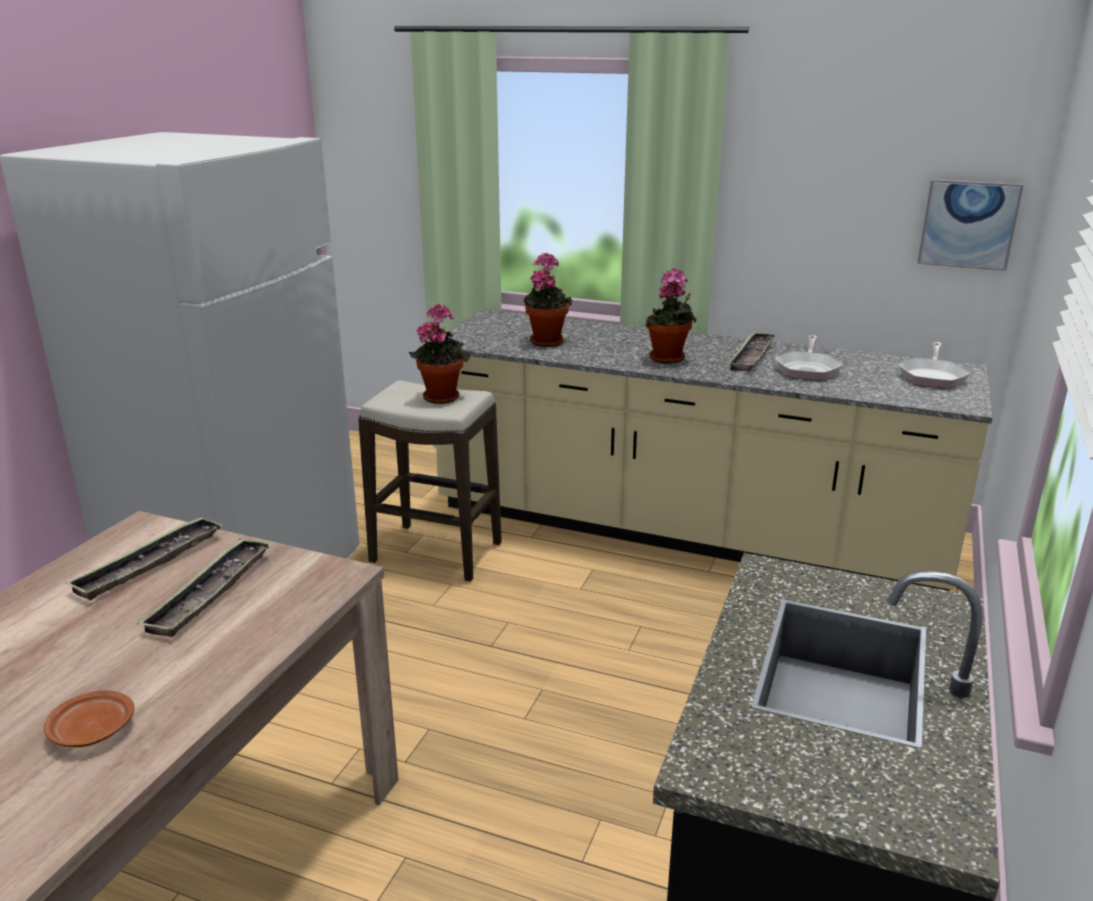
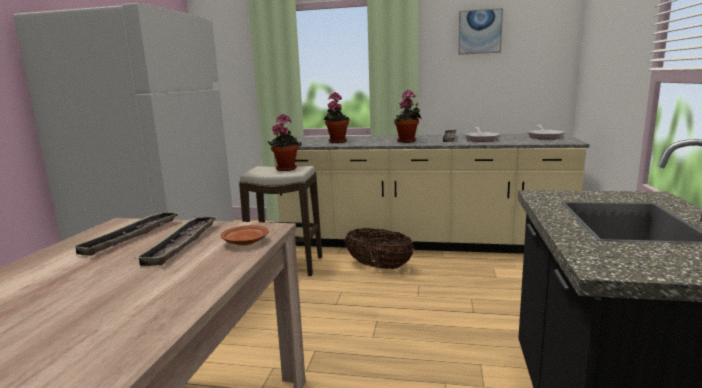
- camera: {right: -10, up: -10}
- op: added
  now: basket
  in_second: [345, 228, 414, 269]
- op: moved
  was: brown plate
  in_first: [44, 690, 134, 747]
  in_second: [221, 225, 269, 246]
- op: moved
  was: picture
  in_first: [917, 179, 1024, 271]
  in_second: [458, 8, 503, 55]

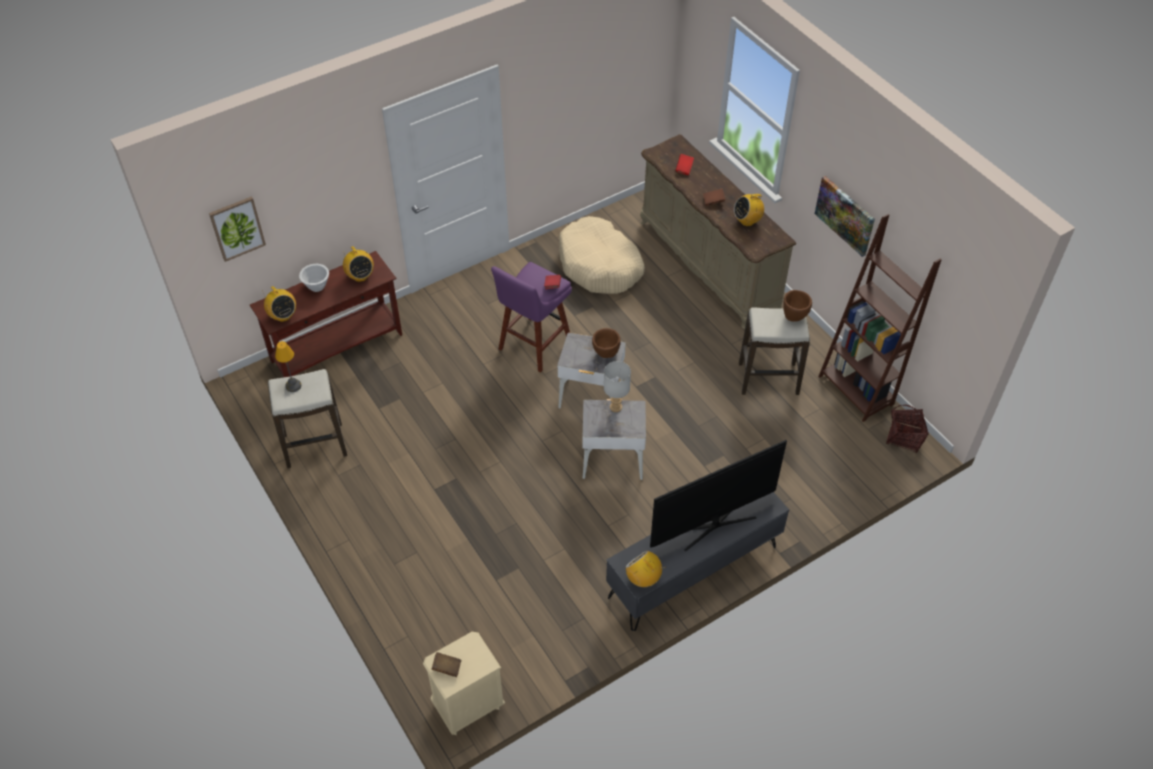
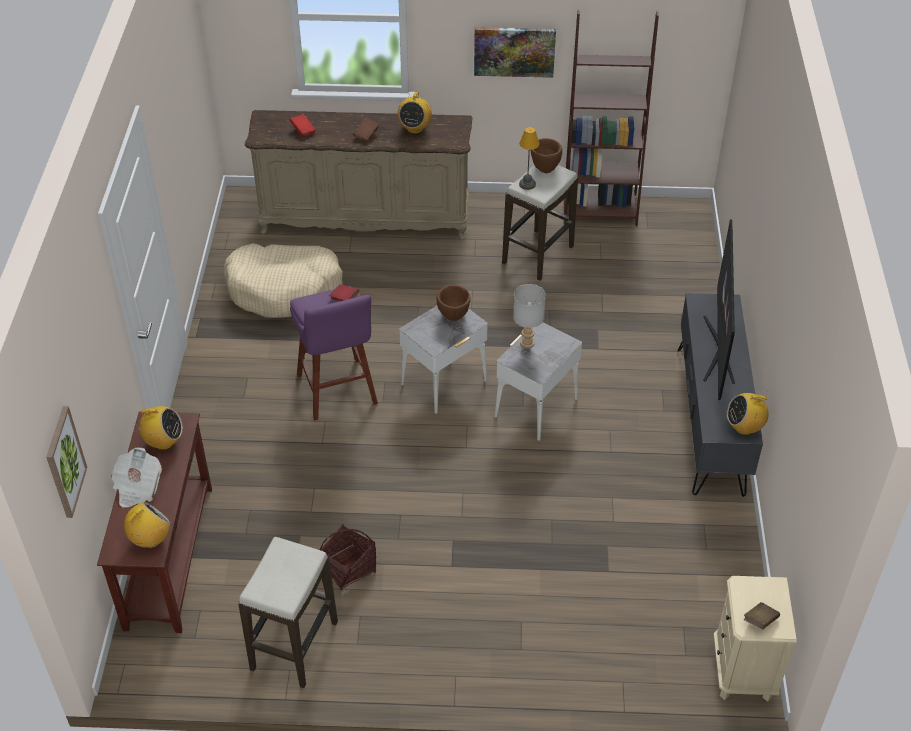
- camera: {right: -55, up: -5}
- op: moved
  was: table lamp
  in_first: [275, 341, 301, 392]
  in_second: [519, 127, 539, 190]
- op: moved
  was: basket
  in_first: [886, 405, 929, 453]
  in_second: [320, 524, 376, 590]
- op: replaced
  was: white bowl
  now: newspaper
  in_first: [299, 264, 329, 292]
  in_second: [111, 448, 162, 508]
- op: turned
  was: radio
  in_first: [262, 286, 296, 322]
  in_second: [124, 502, 171, 548]
  clockwise: -45

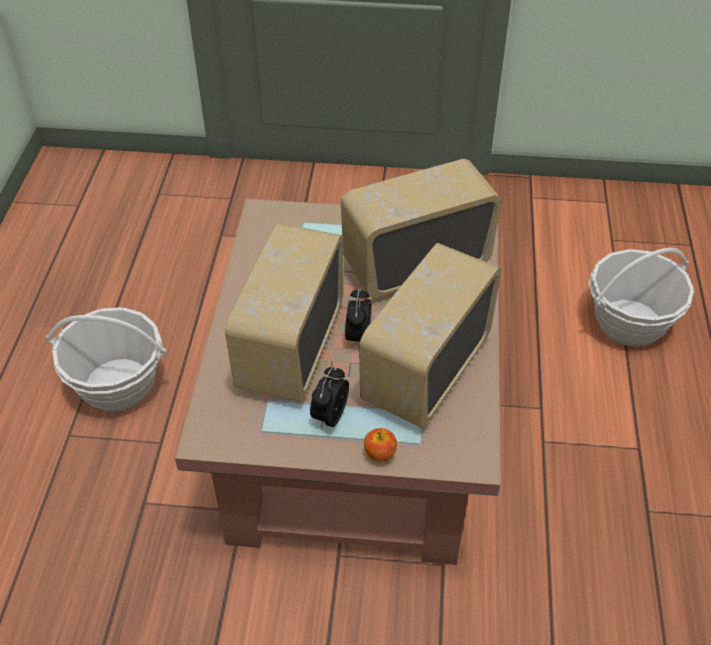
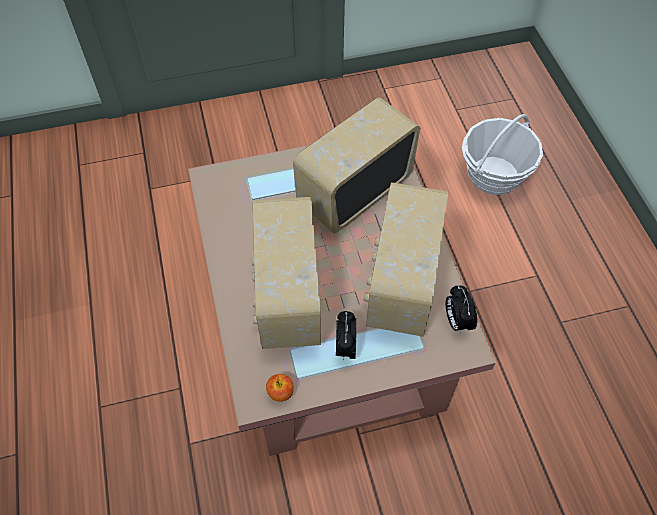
- camera: {right: -20, up: 10}
- op: removed
  was: basket
  in_first: [46, 307, 167, 411]
- op: moved
  was: alarm clock
  in_first: [345, 288, 371, 349]
  in_second: [445, 285, 477, 334]
- op: moved
  was: apple
  in_first: [364, 428, 397, 462]
  in_second: [266, 374, 294, 402]

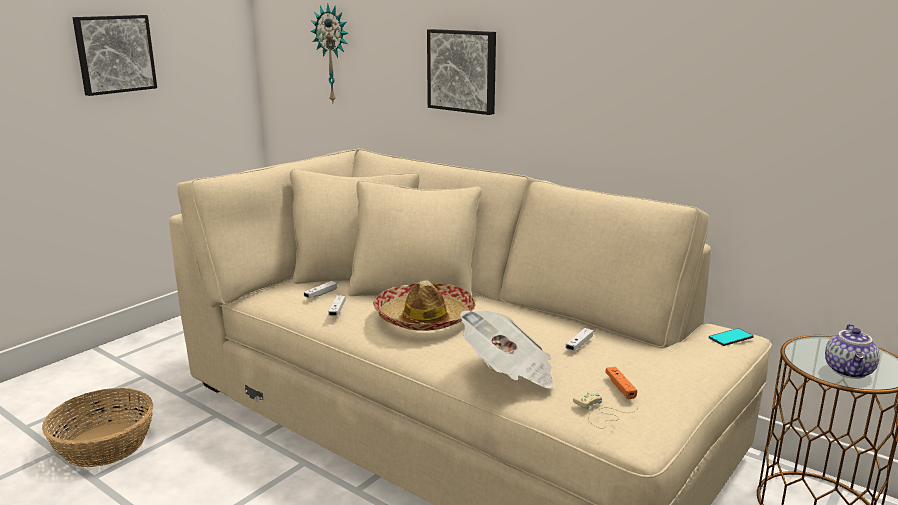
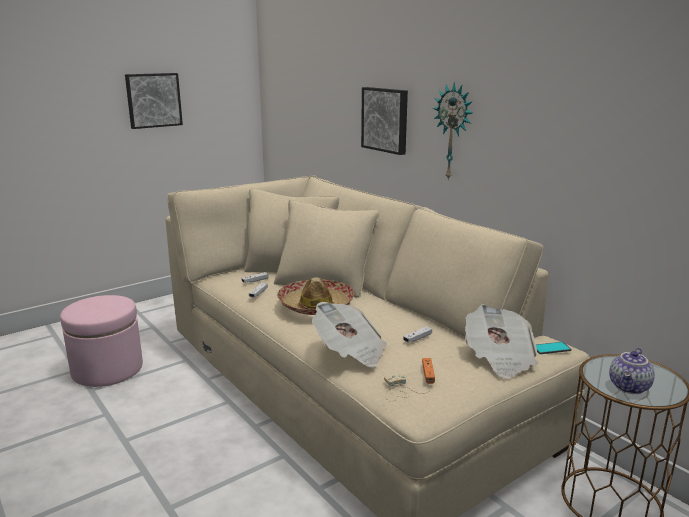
- camera: {right: 15, up: 0}
- op: added
  now: newspaper
  in_second: [465, 304, 538, 379]
- op: moved
  was: wall clock
  in_first: [311, 4, 348, 102]
  in_second: [433, 82, 473, 181]
- op: replaced
  was: basket
  now: pink ottoman
  in_first: [42, 388, 153, 467]
  in_second: [60, 295, 143, 387]

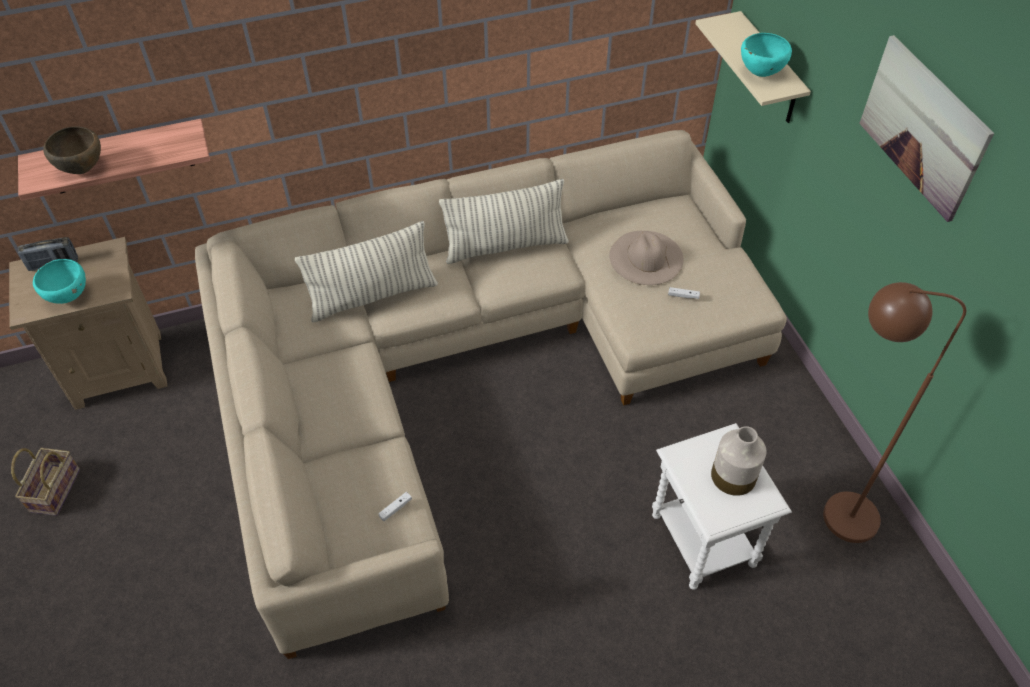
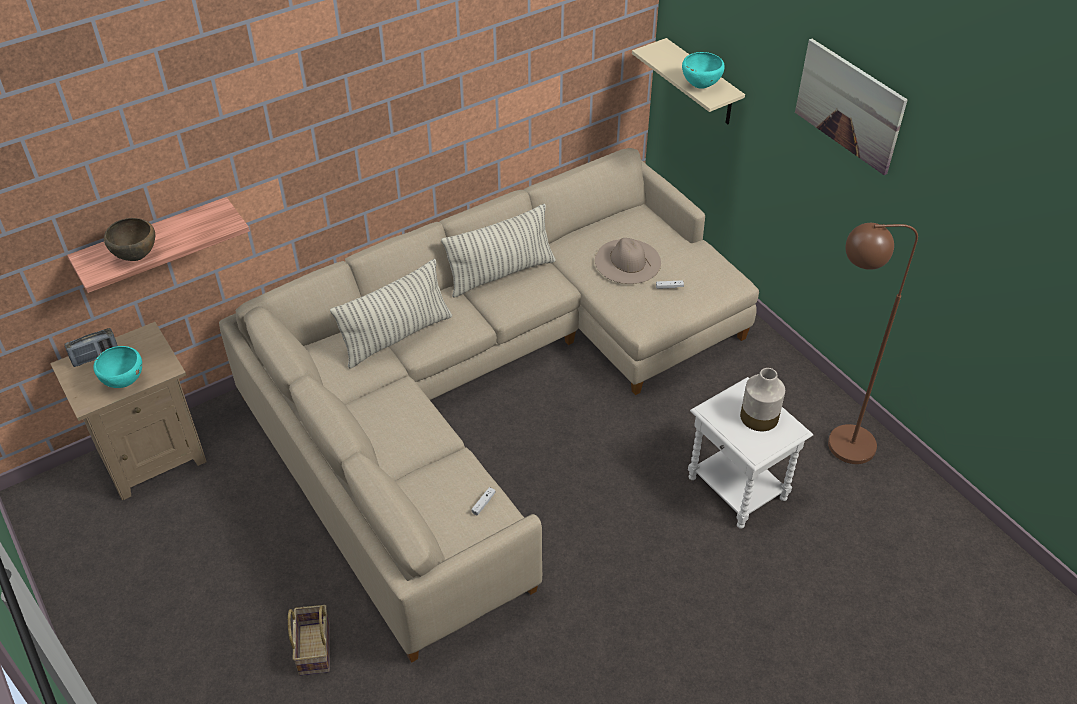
- camera: {right: -15, up: -5}
- op: moved
  was: basket
  in_first: [11, 448, 80, 516]
  in_second: [288, 605, 330, 676]

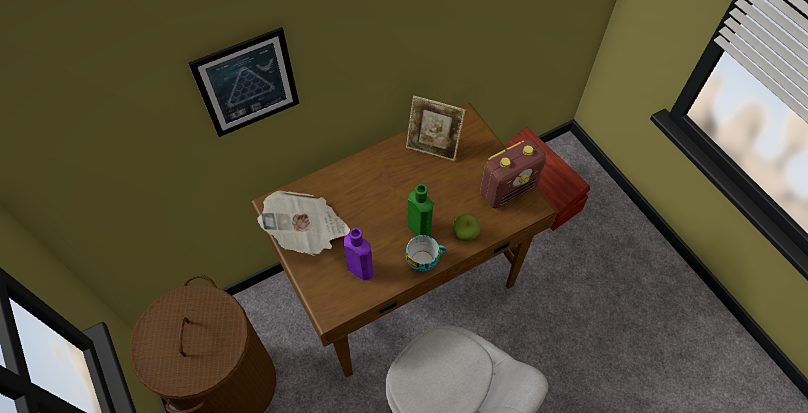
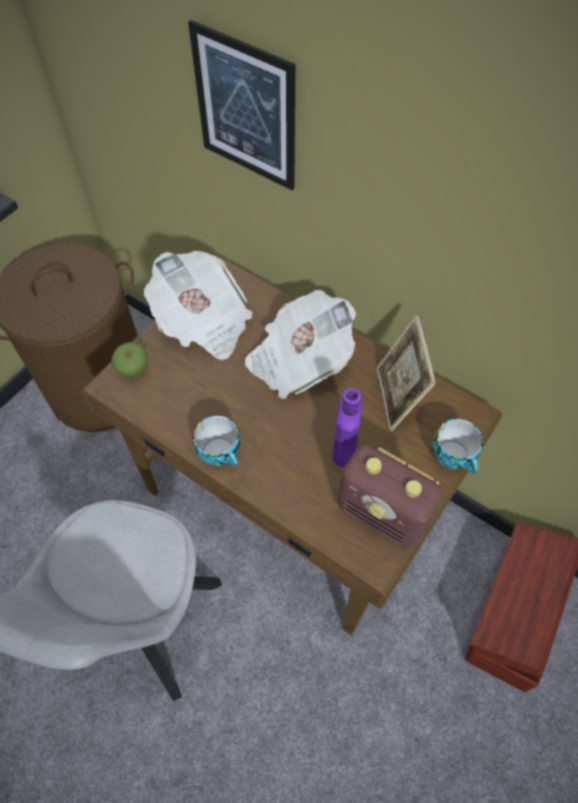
- camera: {right: 65, up: 0}
- op: removed
  was: green bottle
  in_first: [408, 184, 433, 236]
- op: added
  now: newspaper
  in_second: [245, 290, 356, 399]
- op: added
  now: cup
  in_second: [433, 419, 483, 474]
- op: moved
  was: purple bottle
  in_first: [343, 228, 373, 280]
  in_second: [333, 388, 363, 467]
- op: moved
  was: apple
  in_first: [453, 214, 481, 241]
  in_second: [112, 342, 148, 378]

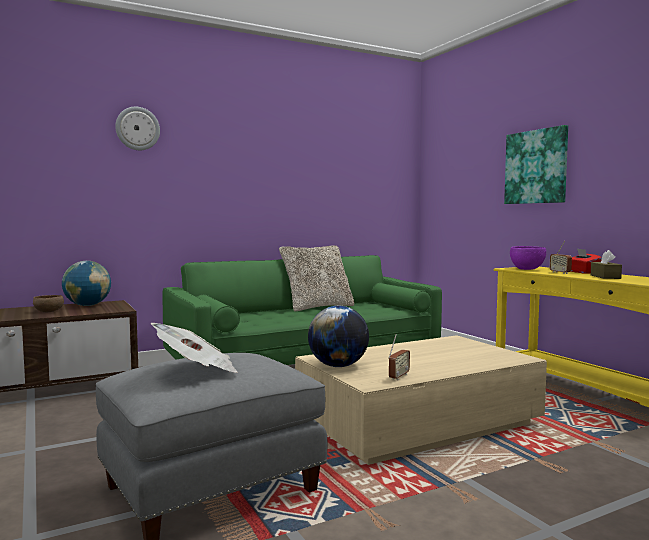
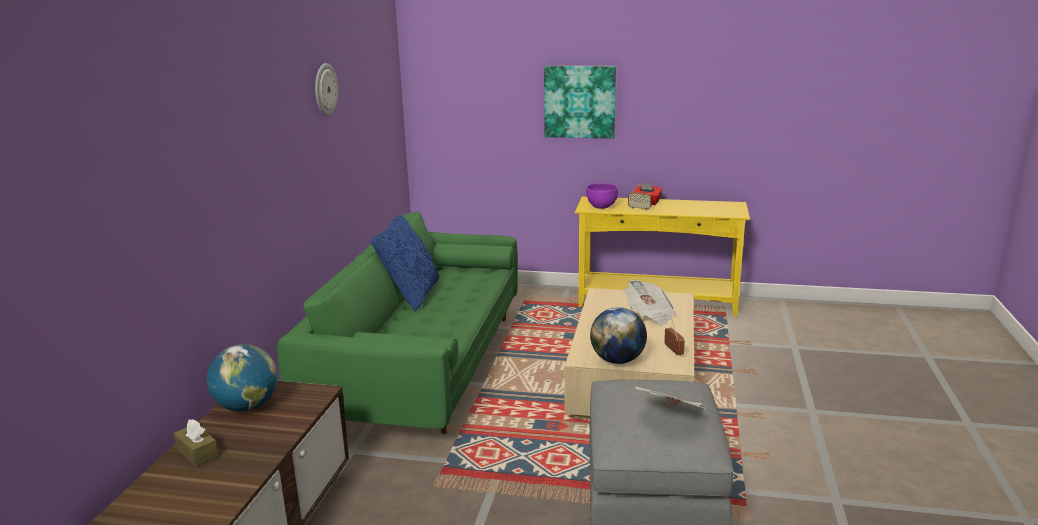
- camera: {right: -50, up: 15}
- op: removed
  was: brown bowl
  in_first: [33, 295, 64, 312]
- op: added
  now: newspaper
  in_second: [624, 280, 676, 326]
- op: moved
  was: wall clock
  in_first: [115, 107, 160, 150]
  in_second: [315, 63, 338, 116]
- op: moved
  was: brown tissue box
  in_first: [591, 250, 622, 279]
  in_second: [173, 419, 219, 467]
- op: recoloured
  was: beige pillow
  now: blue pillow
  in_first: [279, 245, 354, 312]
  in_second: [370, 215, 439, 311]

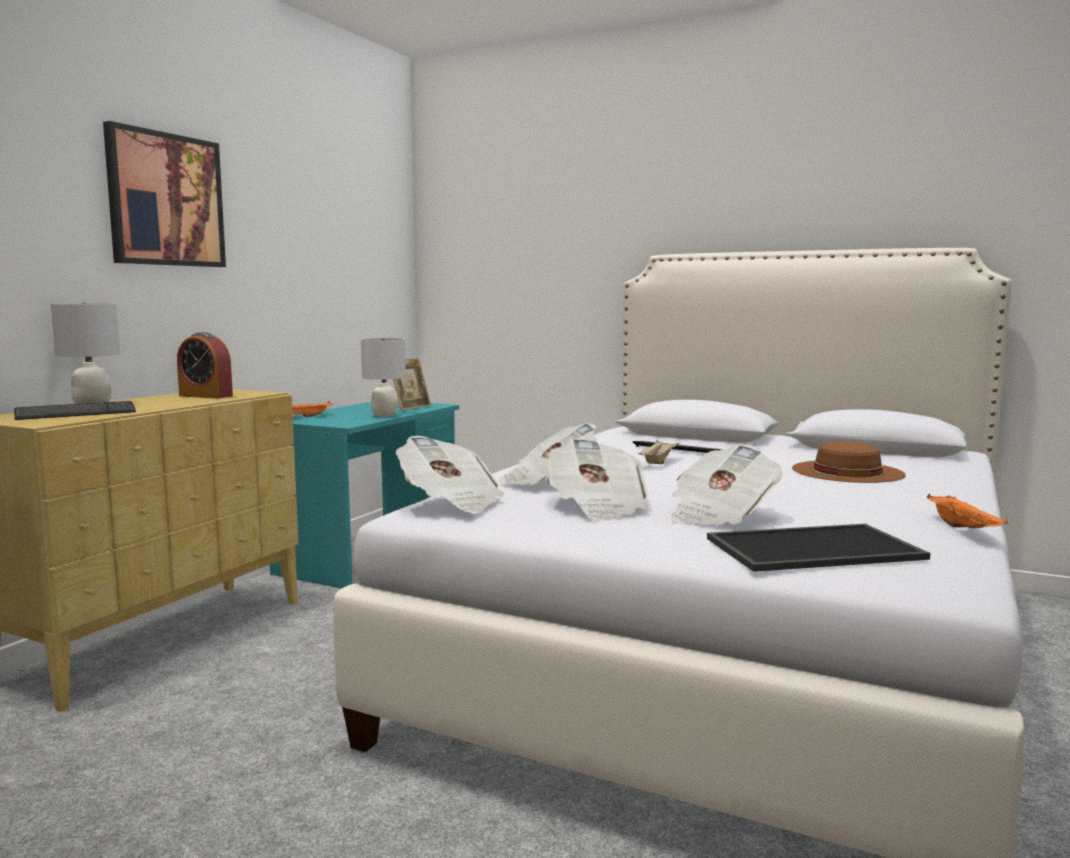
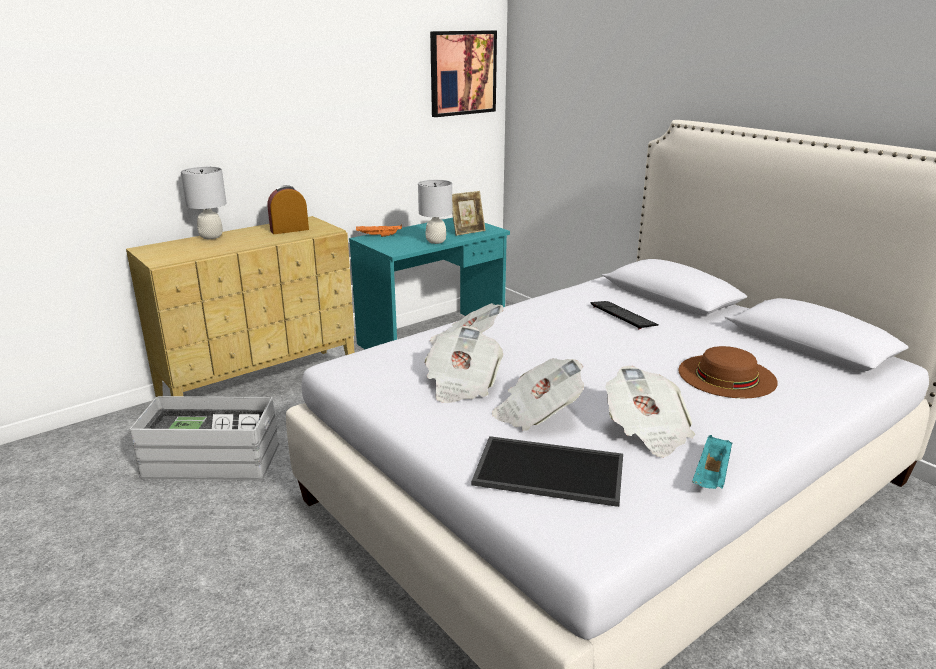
- camera: {right: 25, up: 15}
- op: removed
  was: keyboard
  in_first: [14, 401, 136, 420]
- op: removed
  was: beige tray
  in_first: [638, 440, 681, 464]
- op: added
  now: grey storage box
  in_second: [130, 396, 279, 480]
- op: moved
  was: picture
  in_first: [103, 121, 226, 267]
  in_second: [430, 30, 497, 117]
- op: moved
  was: newspaper
  in_first: [396, 436, 504, 514]
  in_second: [605, 366, 695, 458]
- op: recoloured
  was: orange tray
  now: turquoise tray
  in_first: [927, 494, 1008, 528]
  in_second: [692, 435, 732, 489]
- op: turned
  was: alarm clock
  in_first: [177, 332, 233, 399]
  in_second: [268, 185, 309, 234]
  clockwise: 105

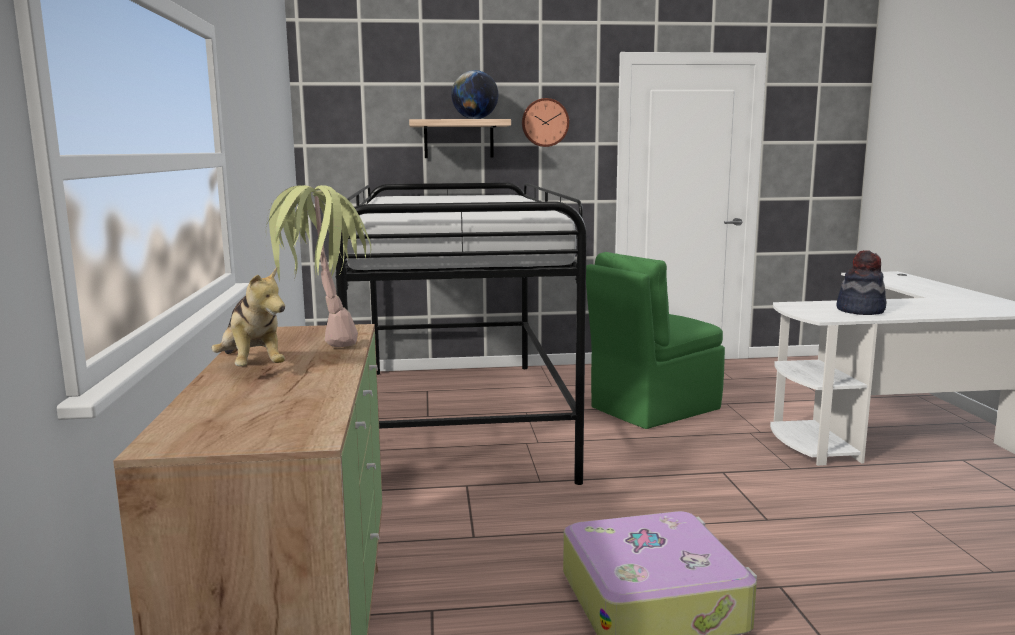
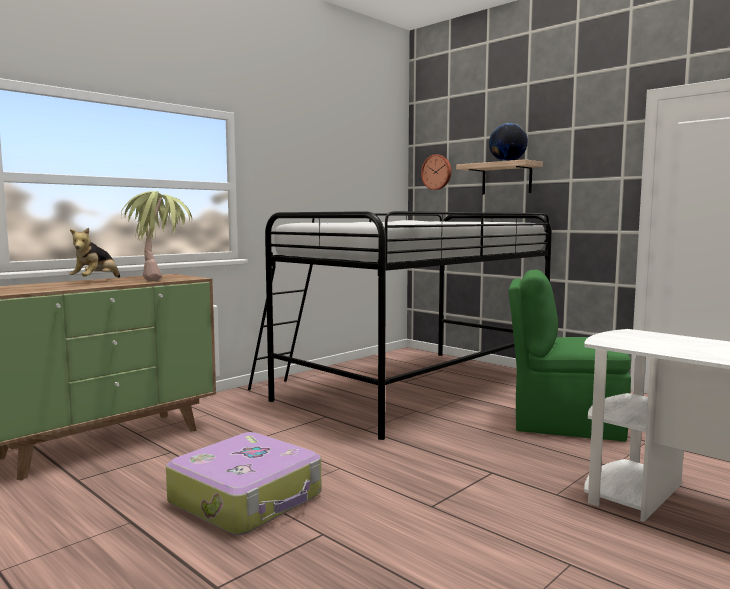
- camera: {right: 50, up: -5}
- op: removed
  was: hat
  in_first: [836, 250, 887, 315]
- op: moved
  was: wall clock
  in_first: [522, 98, 569, 147]
  in_second: [421, 154, 451, 190]

